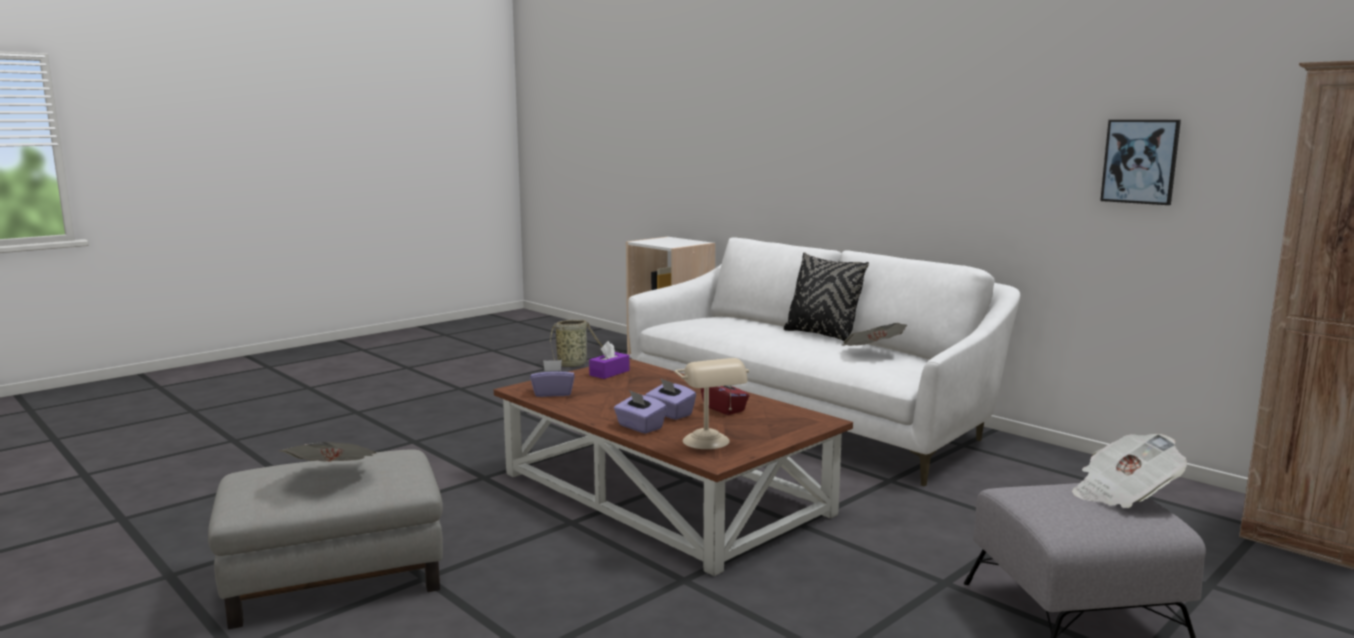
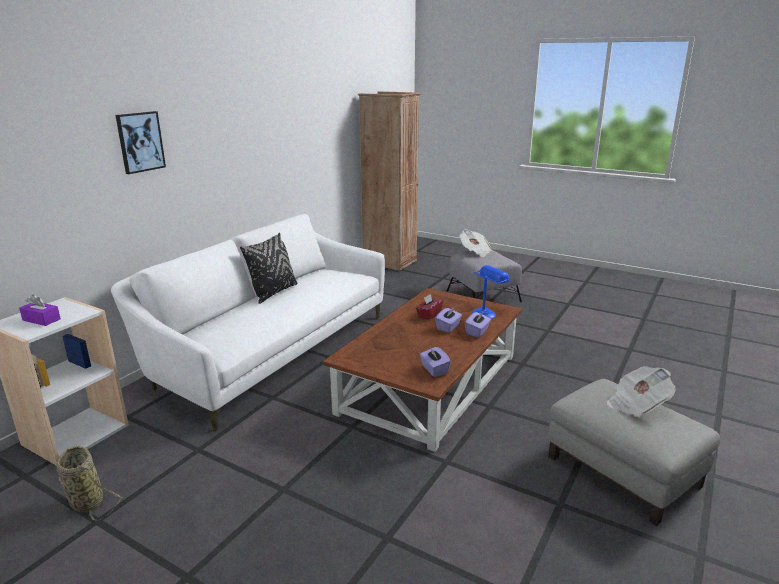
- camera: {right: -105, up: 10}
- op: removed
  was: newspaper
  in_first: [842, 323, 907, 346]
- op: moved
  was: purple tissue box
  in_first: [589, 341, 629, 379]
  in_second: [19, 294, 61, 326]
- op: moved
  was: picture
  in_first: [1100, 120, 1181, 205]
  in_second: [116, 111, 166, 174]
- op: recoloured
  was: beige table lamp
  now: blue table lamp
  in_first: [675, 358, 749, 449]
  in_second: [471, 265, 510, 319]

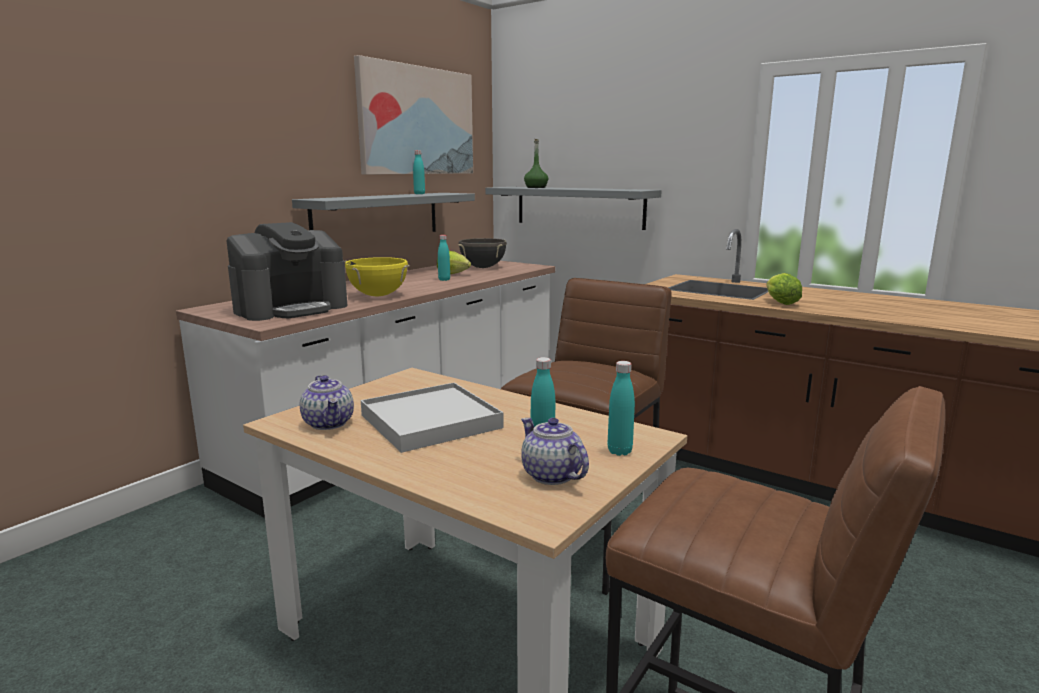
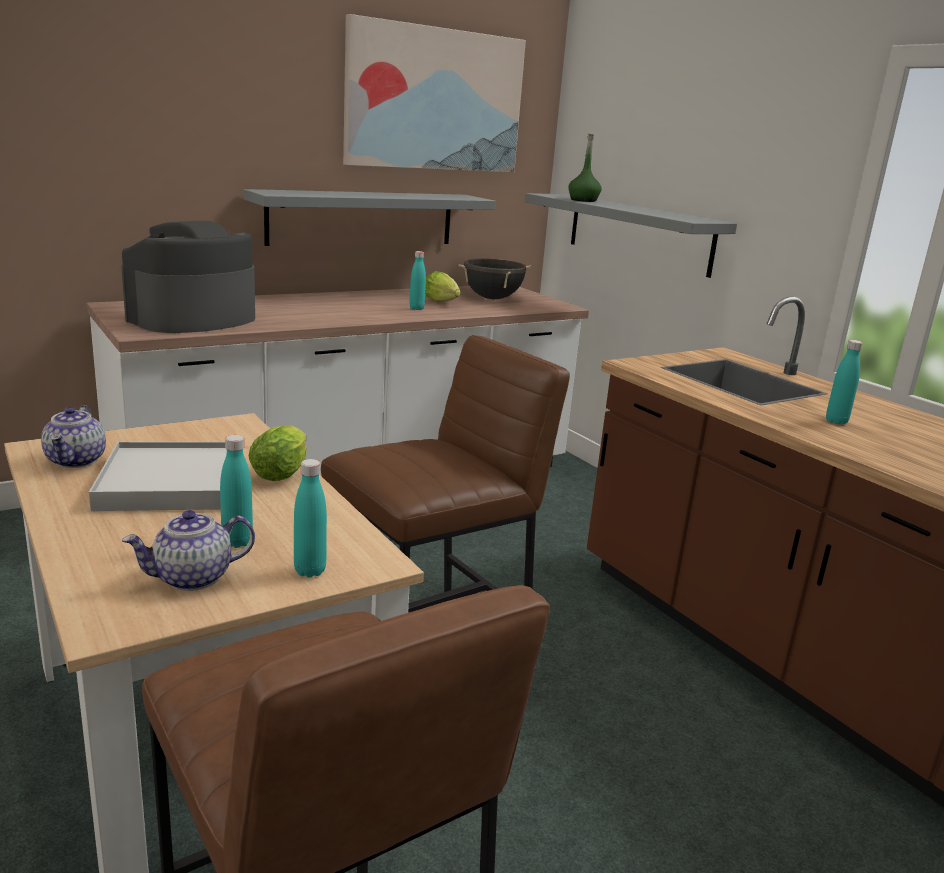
- camera: {right: 20, up: 5}
- op: removed
  was: yellow cooking pot
  in_first: [345, 257, 410, 296]
- op: moved
  was: turquoise bottle
  in_first: [413, 150, 425, 194]
  in_second: [826, 340, 863, 425]
- op: moved
  was: lettuce
  in_first: [766, 273, 802, 305]
  in_second: [249, 425, 307, 481]
- op: turned
  was: coffee machine
  in_first: [227, 222, 348, 321]
  in_second: [121, 221, 255, 333]
  clockwise: 150
- op: turned
  was: teapot
  in_first: [521, 418, 589, 485]
  in_second: [122, 510, 255, 591]
  clockwise: -105

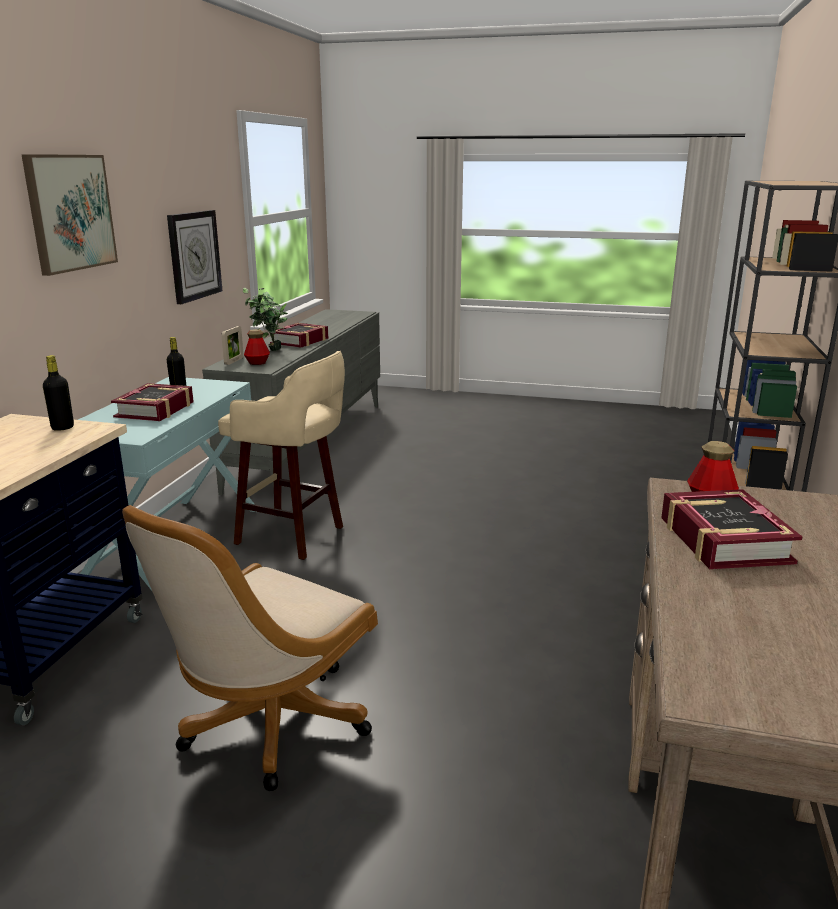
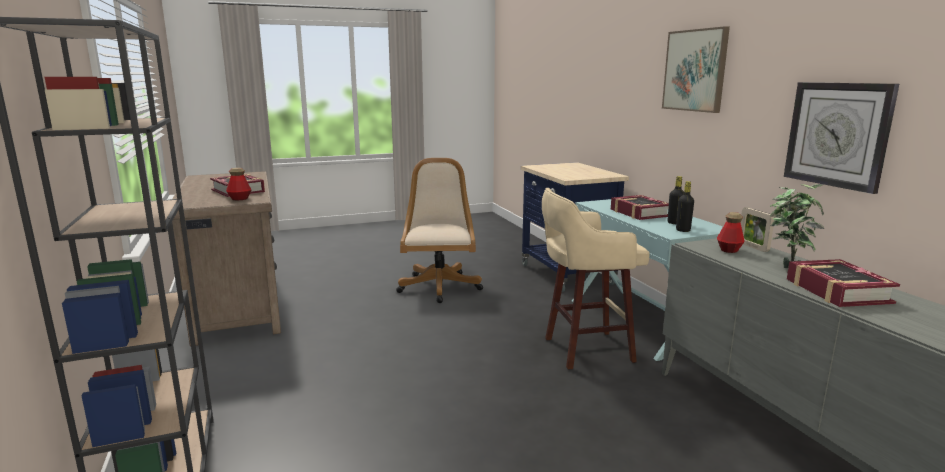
- camera: {right: 145, up: -5}
- op: moved
  was: black bottle
  in_first: [43, 355, 74, 431]
  in_second: [676, 181, 694, 232]

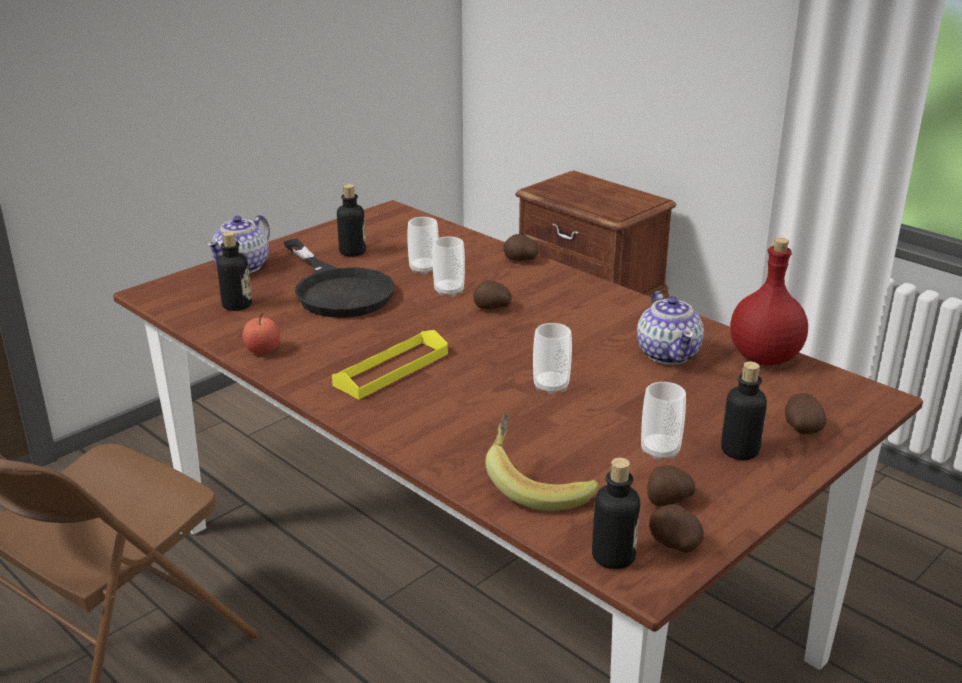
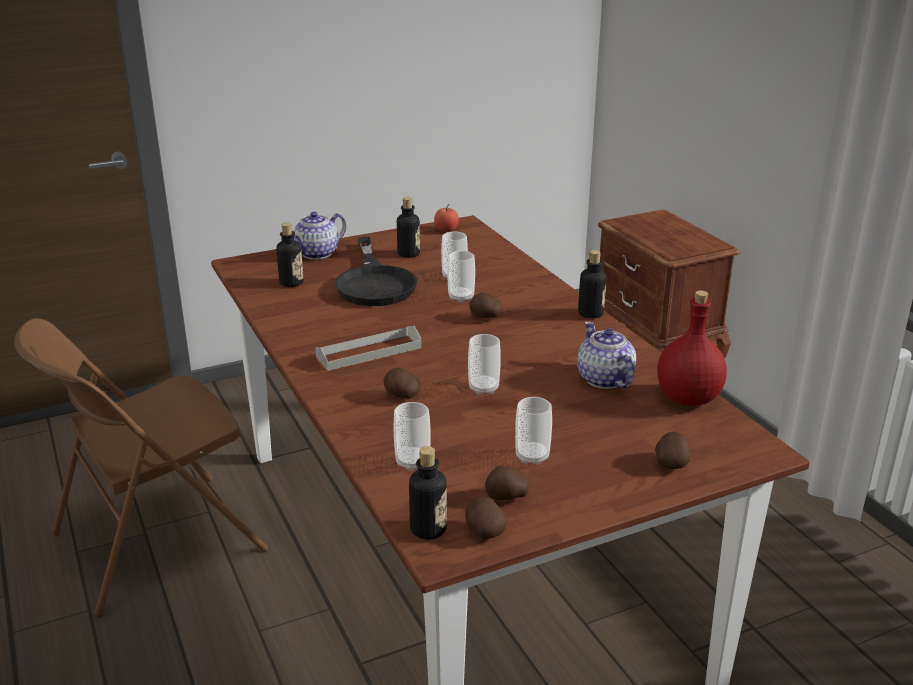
- camera: {right: 20, up: 0}
- op: moved
  was: apple
  in_first: [242, 313, 280, 354]
  in_second: [434, 206, 459, 232]
- op: moved
  was: potato
  in_first: [503, 234, 538, 261]
  in_second: [384, 368, 421, 399]
- op: moved
  was: bottle
  in_first: [721, 361, 767, 460]
  in_second: [578, 250, 607, 318]
- op: replaced
  was: banana
  now: cup
  in_first: [485, 414, 599, 510]
  in_second: [394, 402, 431, 471]
- op: recoloured
  was: yellow tray
  now: grey tray
  in_first: [332, 330, 448, 399]
  in_second: [315, 326, 422, 371]
- op: turned
  was: teapot
  in_first: [637, 291, 704, 365]
  in_second: [577, 321, 636, 389]
  clockwise: 150

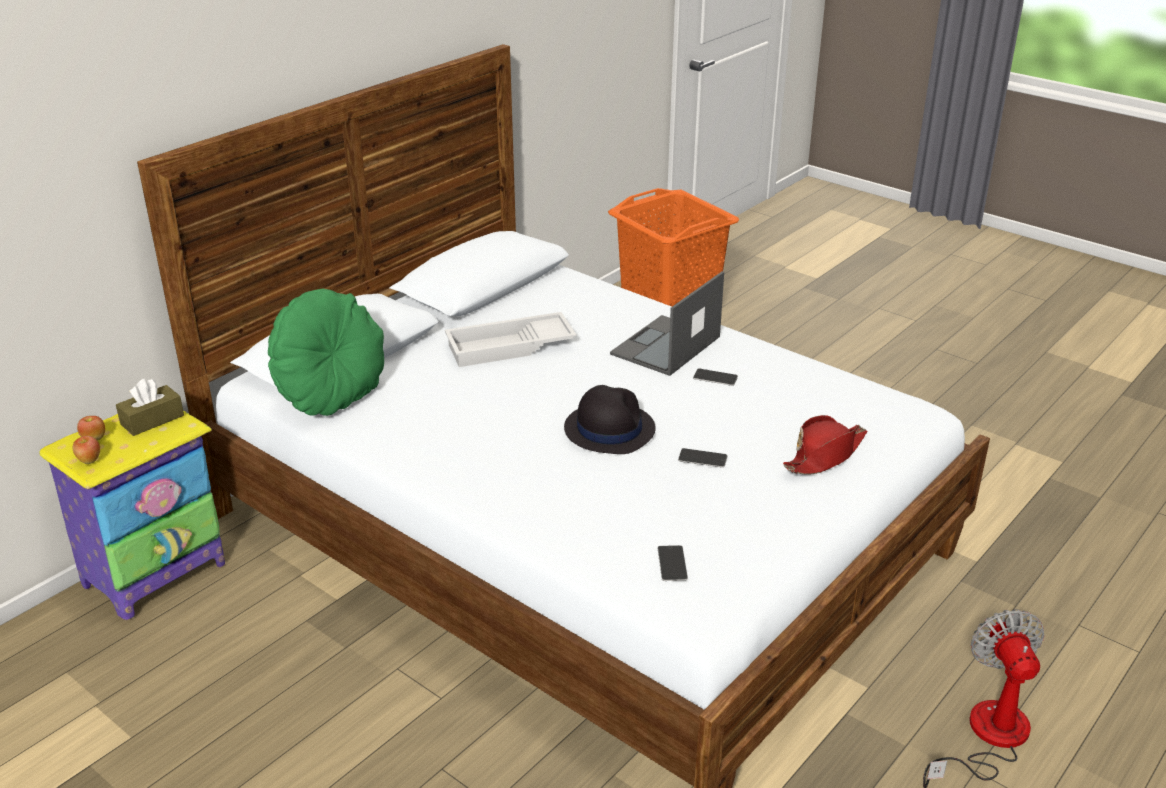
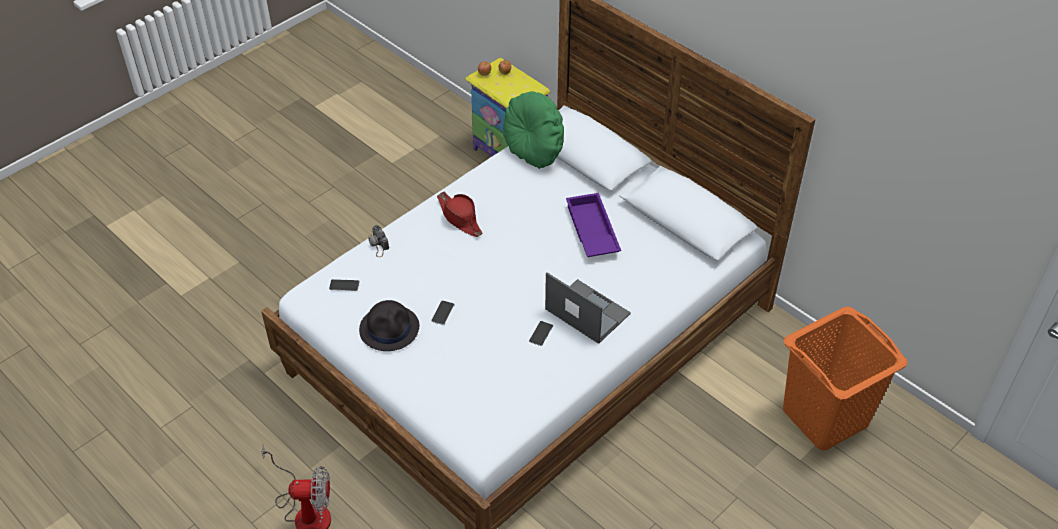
- camera: {right: 95, up: 15}
- op: removed
  was: brown tissue box
  in_first: [116, 378, 184, 436]
- op: added
  now: photo camera
  in_second: [368, 225, 389, 257]
- op: moved
  was: black hat
  in_first: [564, 385, 656, 454]
  in_second: [359, 300, 419, 351]
- op: moved
  was: red hat
  in_first: [783, 415, 867, 475]
  in_second: [437, 192, 482, 237]
- op: recoloured
  was: white tray
  now: purple tray
  in_first: [445, 312, 576, 367]
  in_second: [566, 193, 621, 257]

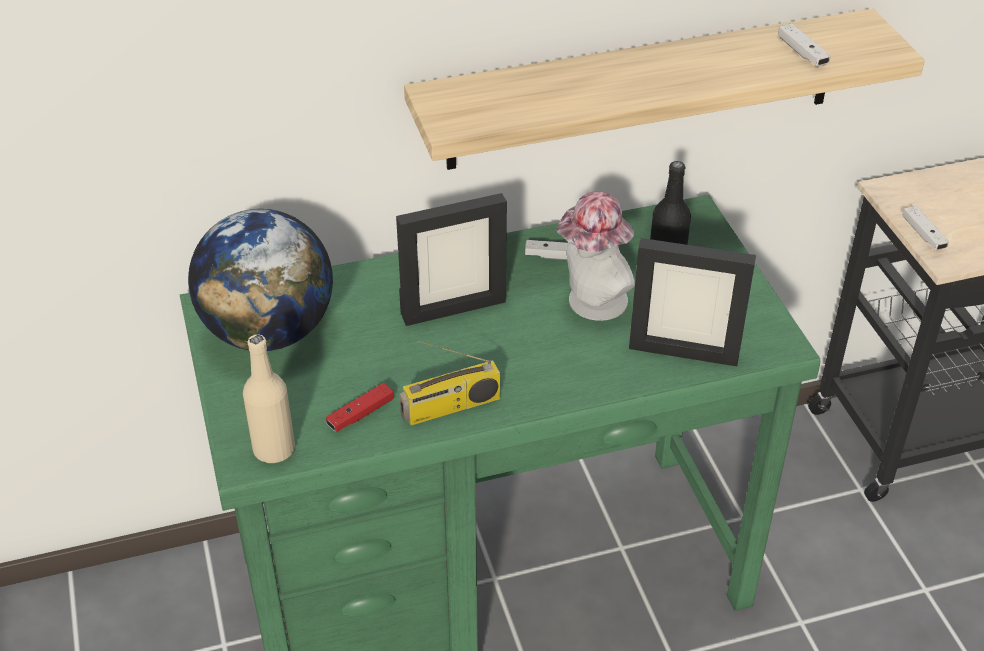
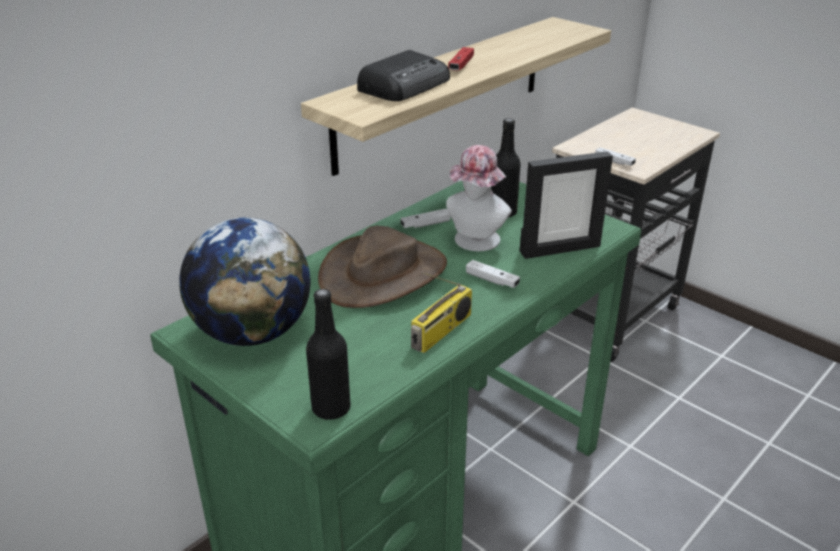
- camera: {right: -30, up: -10}
- op: added
  now: radio
  in_second: [357, 50, 450, 101]
- op: moved
  was: red game controller
  in_first: [326, 383, 394, 432]
  in_second: [448, 47, 474, 71]
- op: moved
  was: white game controller
  in_first: [778, 23, 831, 66]
  in_second: [466, 260, 520, 288]
- op: replaced
  was: picture frame
  now: brown hat
  in_first: [396, 193, 507, 326]
  in_second: [318, 226, 447, 308]
- op: recoloured
  was: beige bottle
  now: black bottle
  in_first: [243, 334, 295, 463]
  in_second: [306, 289, 351, 420]

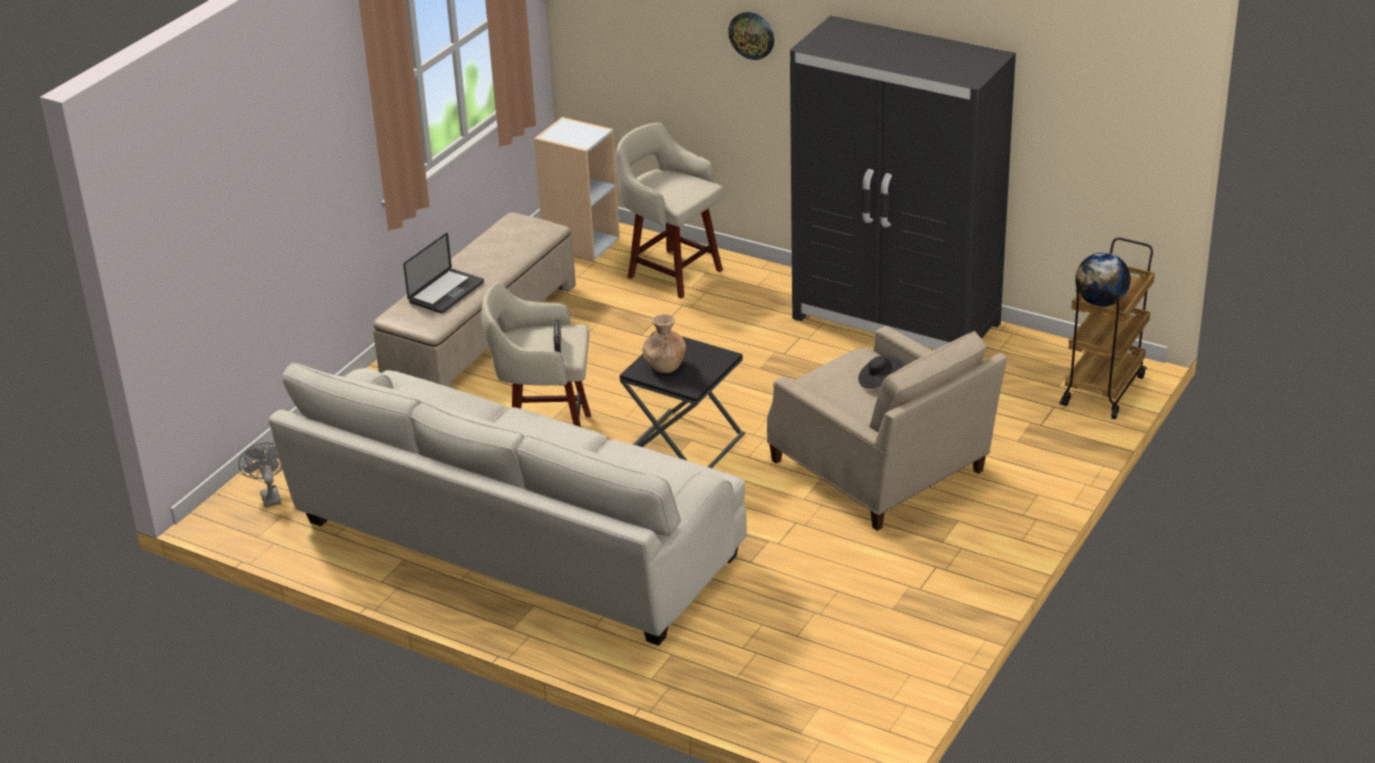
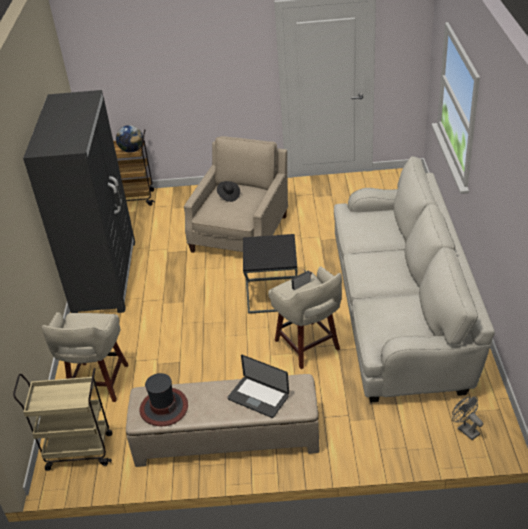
- camera: {right: -120, up: 5}
- op: removed
  was: brown vase
  in_first: [642, 314, 686, 373]
- op: removed
  was: wall clock
  in_first: [728, 12, 774, 60]
- op: added
  now: hat
  in_second: [139, 373, 188, 426]
- op: replaced
  was: bookcase
  now: beige cart
  in_first: [534, 117, 620, 261]
  in_second: [13, 368, 112, 471]
- op: turned
  was: grey fan
  in_first: [239, 442, 282, 508]
  in_second: [452, 397, 483, 440]
  clockwise: 105
- op: turned
  was: laptop
  in_first: [403, 233, 484, 313]
  in_second: [227, 355, 289, 418]
  clockwise: -150

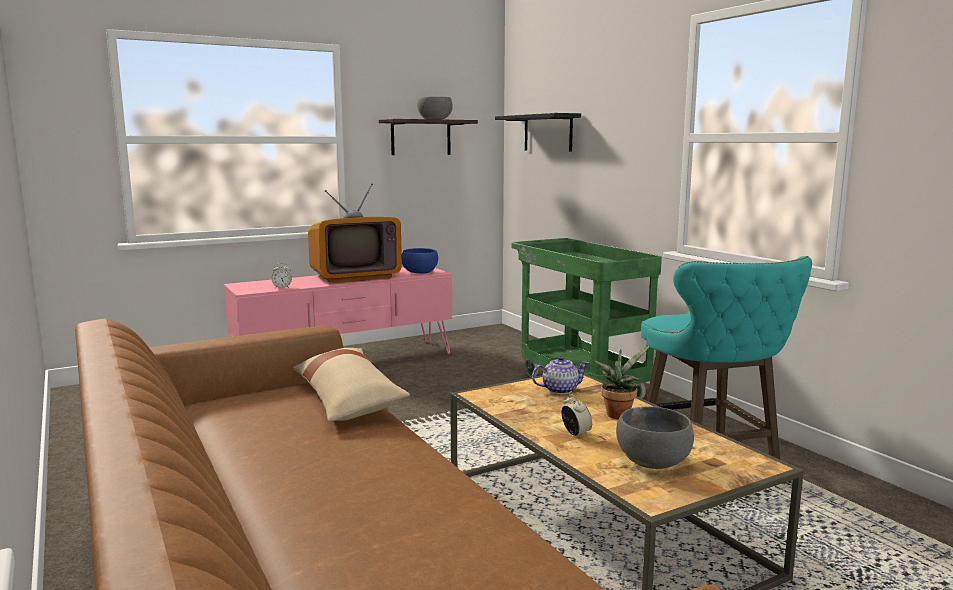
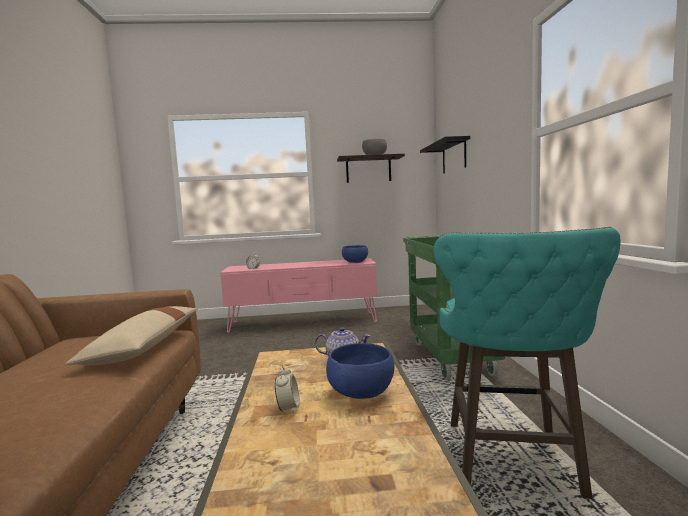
- camera: {right: 25, up: -5}
- op: removed
  was: television
  in_first: [308, 183, 402, 283]
- op: removed
  was: grey bowl
  in_first: [616, 406, 694, 469]
- op: replaced
  was: potted plant
  now: blue bowl
  in_first: [594, 346, 649, 419]
  in_second: [326, 343, 394, 399]

